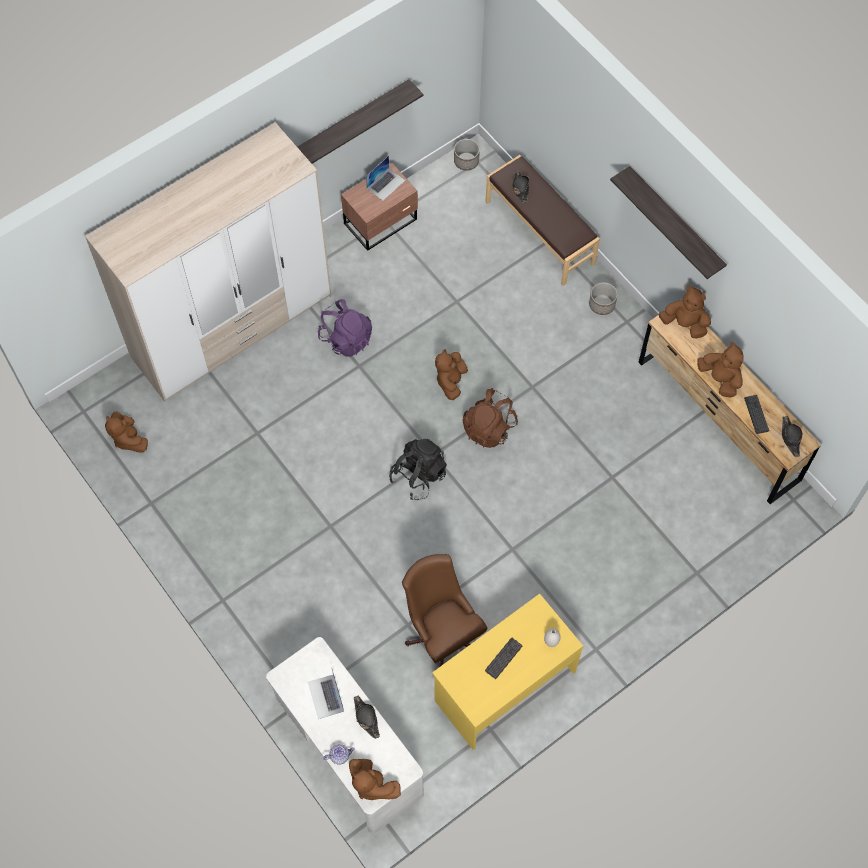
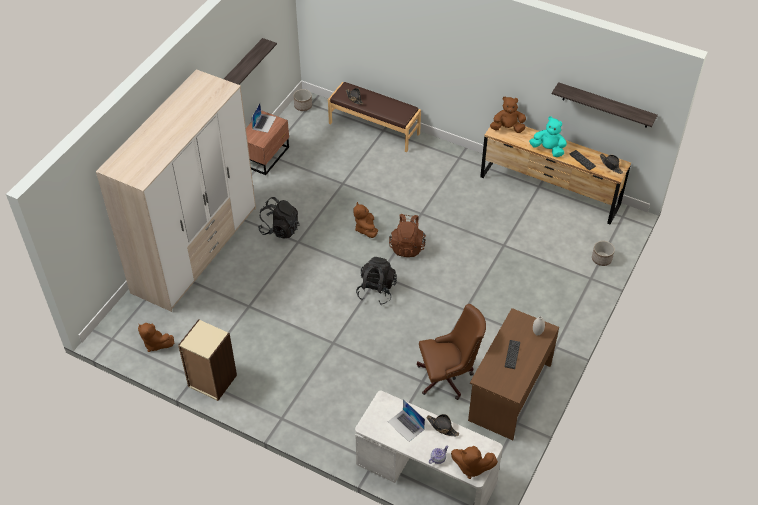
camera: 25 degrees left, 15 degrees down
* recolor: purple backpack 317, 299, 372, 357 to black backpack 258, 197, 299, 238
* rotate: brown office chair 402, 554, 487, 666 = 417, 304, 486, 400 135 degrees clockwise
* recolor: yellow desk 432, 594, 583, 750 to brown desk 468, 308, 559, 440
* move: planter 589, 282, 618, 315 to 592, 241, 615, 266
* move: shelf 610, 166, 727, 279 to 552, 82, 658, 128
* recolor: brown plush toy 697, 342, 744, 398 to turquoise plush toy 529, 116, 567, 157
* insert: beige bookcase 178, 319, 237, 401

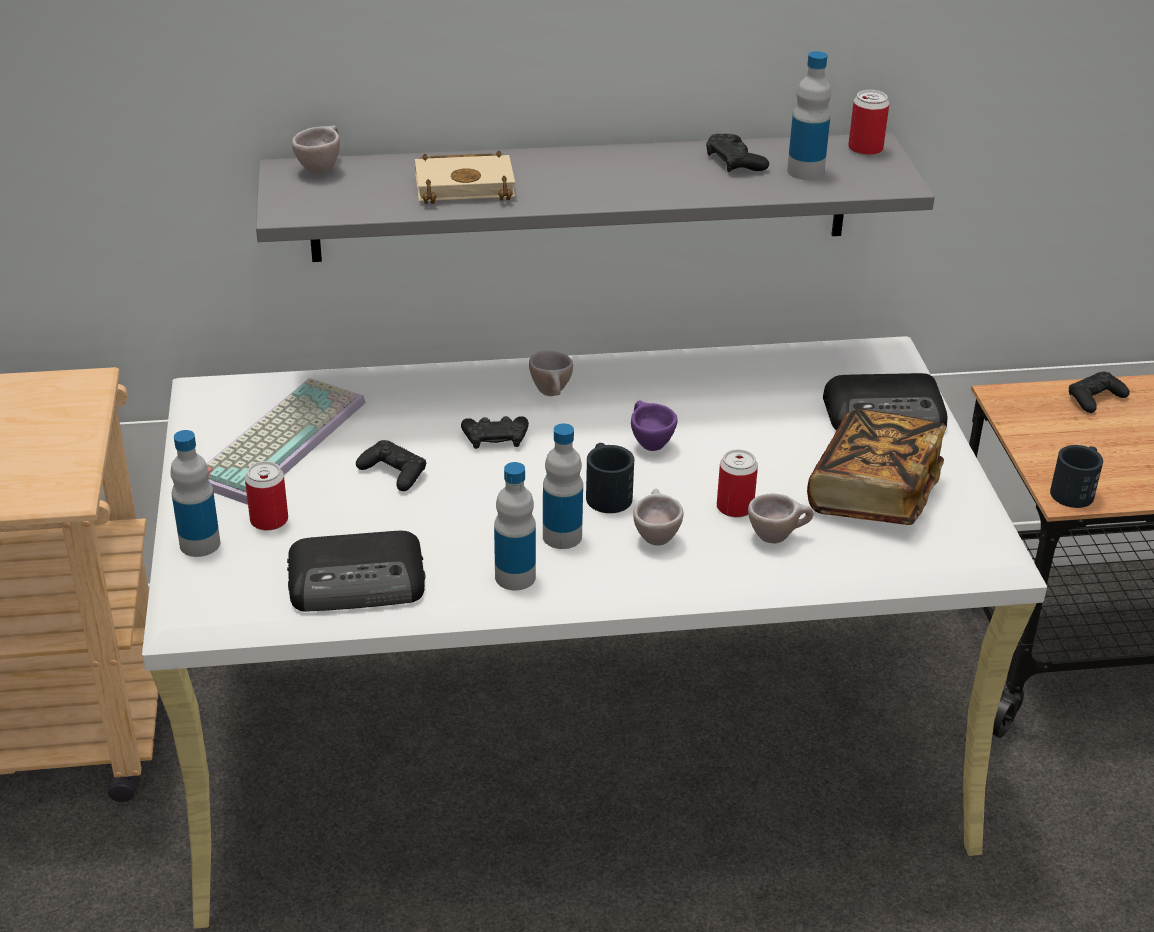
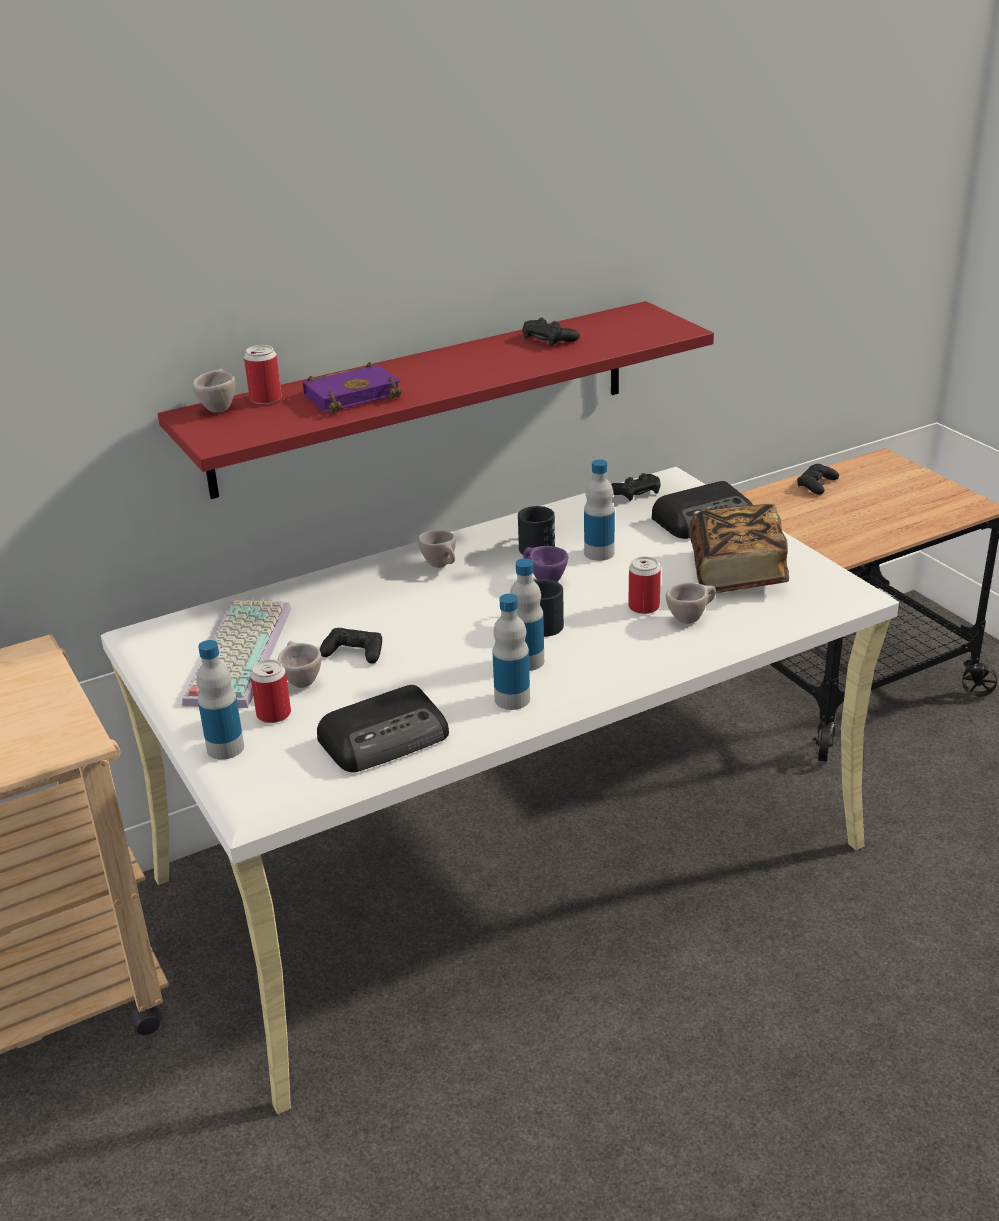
camera: 20 degrees left, 5 degrees down
* recolor: grey shelf 256, 133, 935, 262 to red shelf 158, 301, 714, 499
* recolor: beige book 415, 150, 515, 204 to purple book 302, 362, 402, 413
* move: black game controller 461, 416, 529, 449 to 611, 473, 661, 501
* move: beige cup 633, 489, 684, 546 to 278, 641, 321, 688
* move: bottle 787, 51, 831, 180 to 584, 459, 615, 561
* move: can 848, 90, 889, 156 to 244, 345, 282, 404
* move: black mug 1050, 445, 1103, 508 to 518, 506, 555, 556

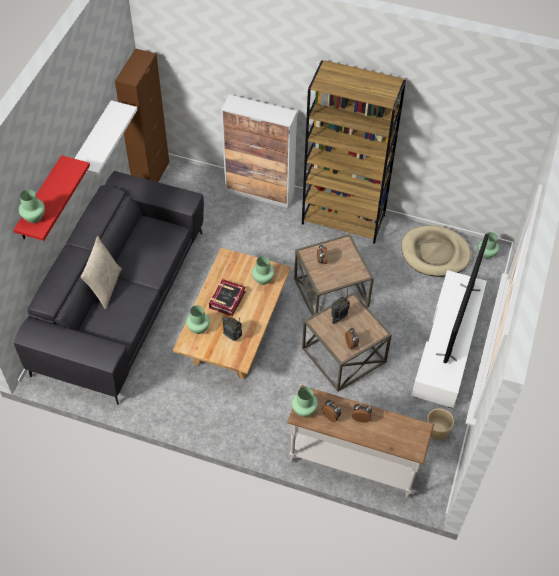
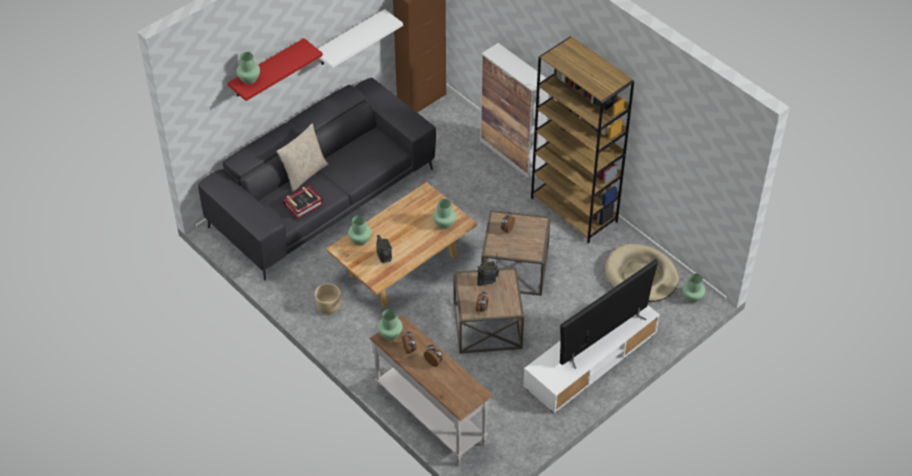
camera: 30 degrees right, 5 degrees down
* move: book 209, 279, 246, 316 to 283, 185, 324, 219
* move: beige planter 427, 409, 454, 440 to 315, 283, 341, 314

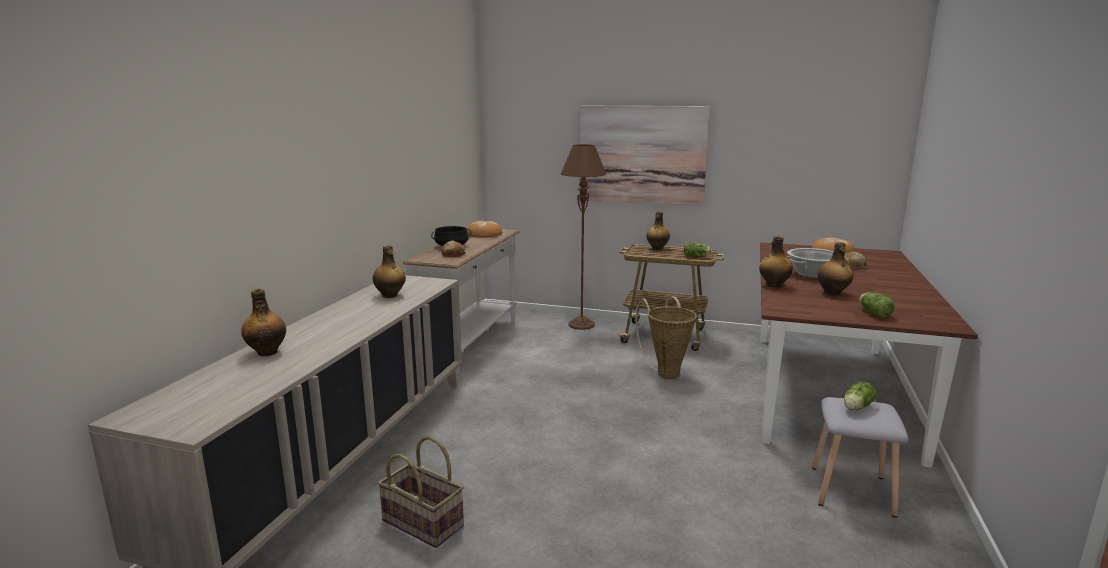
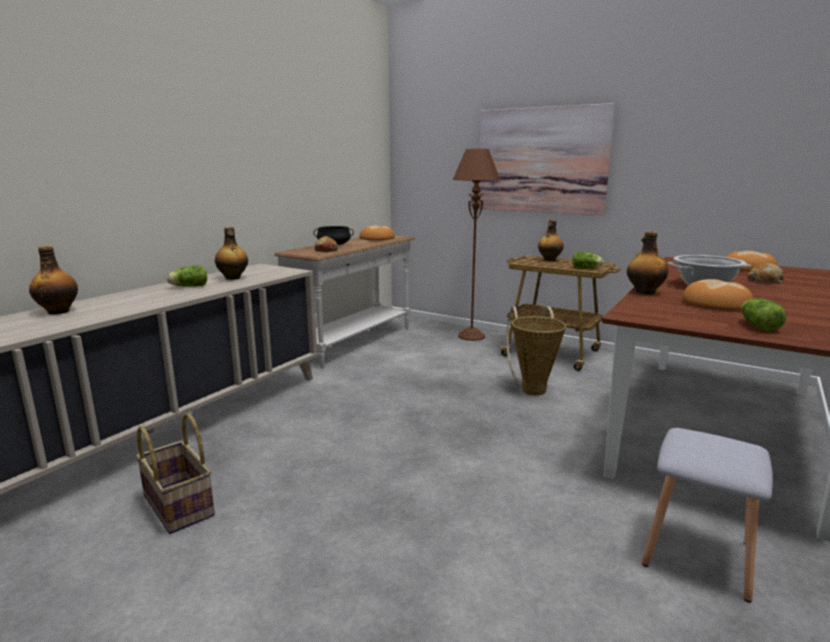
camera: 15 degrees right, 0 degrees up
* replace: bottle 818, 242, 853, 296 to bread 682, 279, 753, 311
* move: lettuce 844, 381, 877, 410 to 167, 265, 207, 287

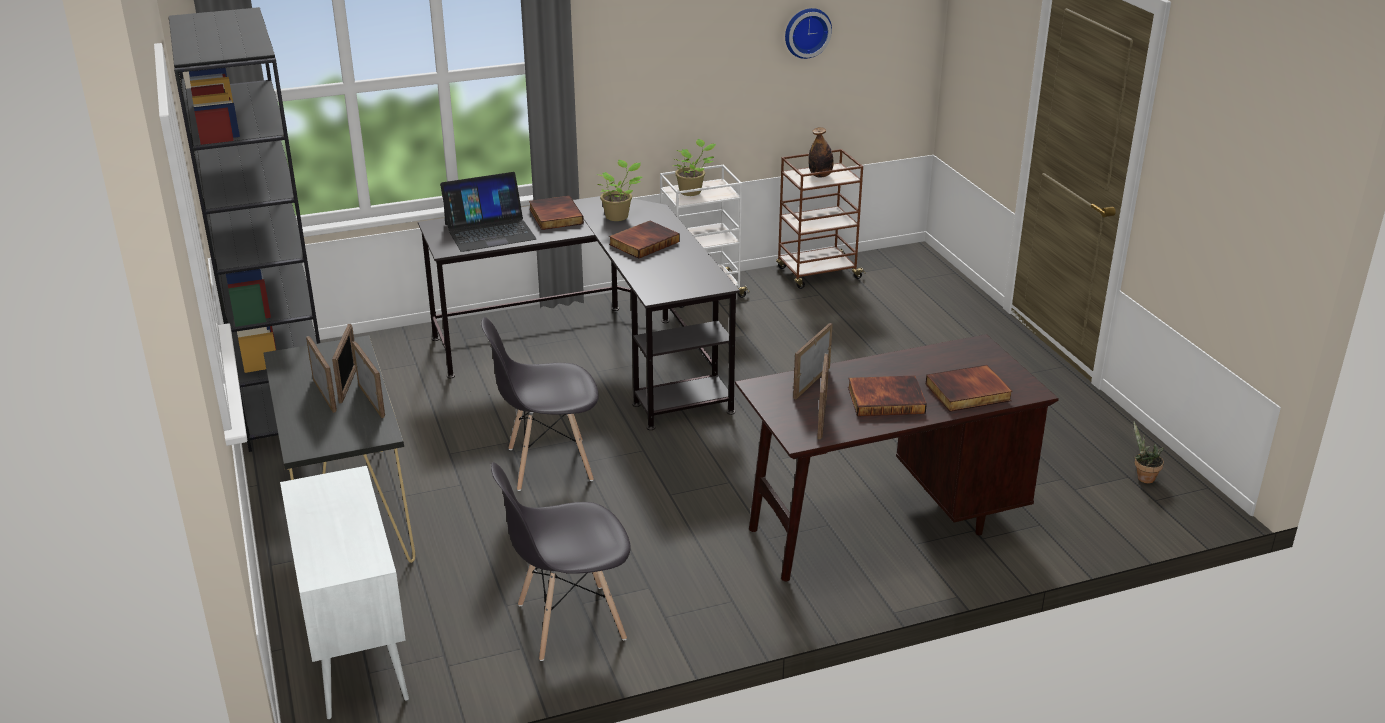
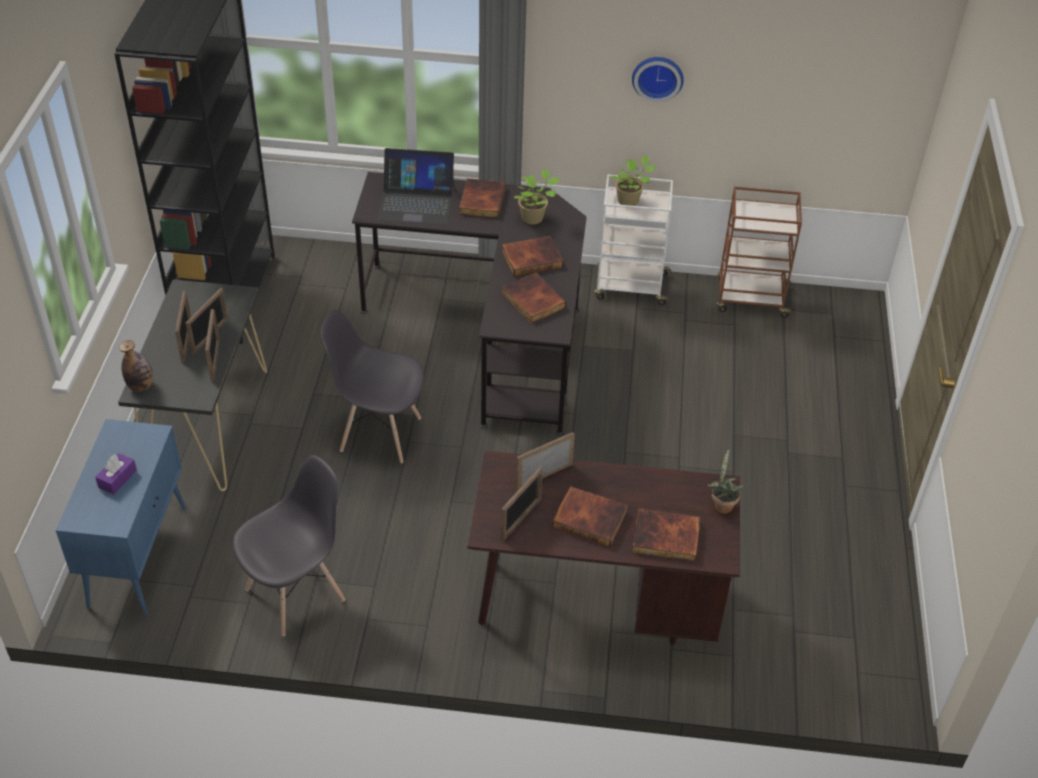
camera: 25 degrees right, 15 degrees up
* recolor: white cabinet 280, 466, 409, 720 to blue cabinet 56, 419, 187, 615
* rotate: grey chair 491, 462, 631, 661 = 233, 455, 345, 636 135 degrees clockwise
* move: wall clock 785, 8, 832, 59 to 632, 57, 684, 102
* move: bottle 808, 127, 834, 178 to 119, 340, 153, 392
* move: potted plant 1133, 421, 1164, 484 to 707, 449, 743, 514
* insert: purple tissue box 95, 453, 137, 495
* insert: book 501, 272, 566, 324

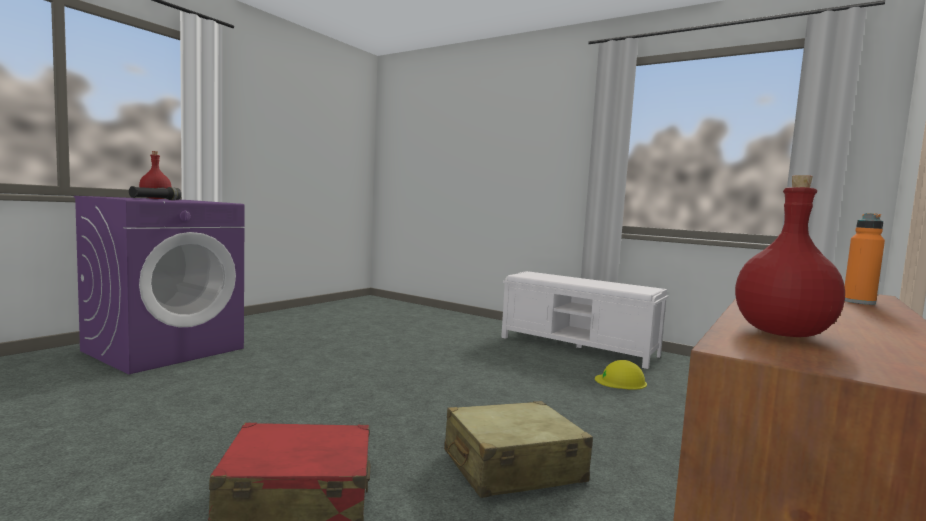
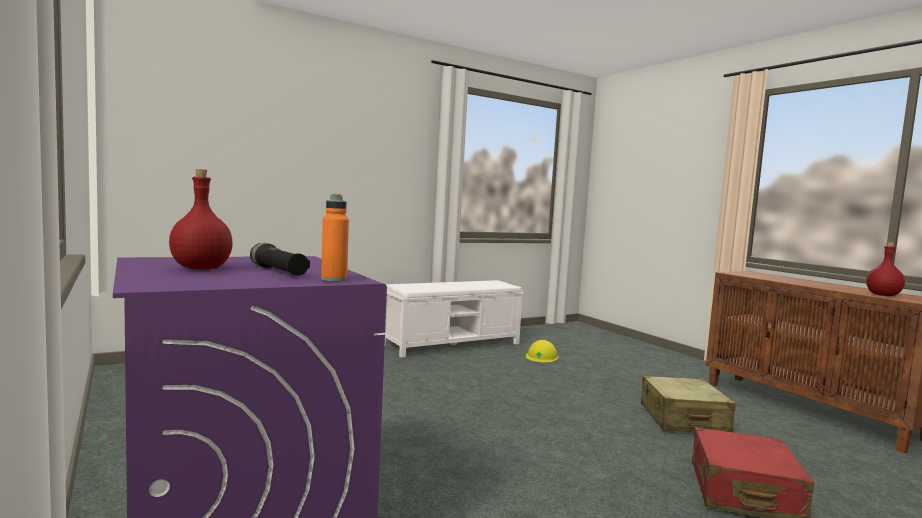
camera: 65 degrees left, 0 degrees up
* move: orange bottle 845, 213, 885, 305 to 321, 194, 349, 282

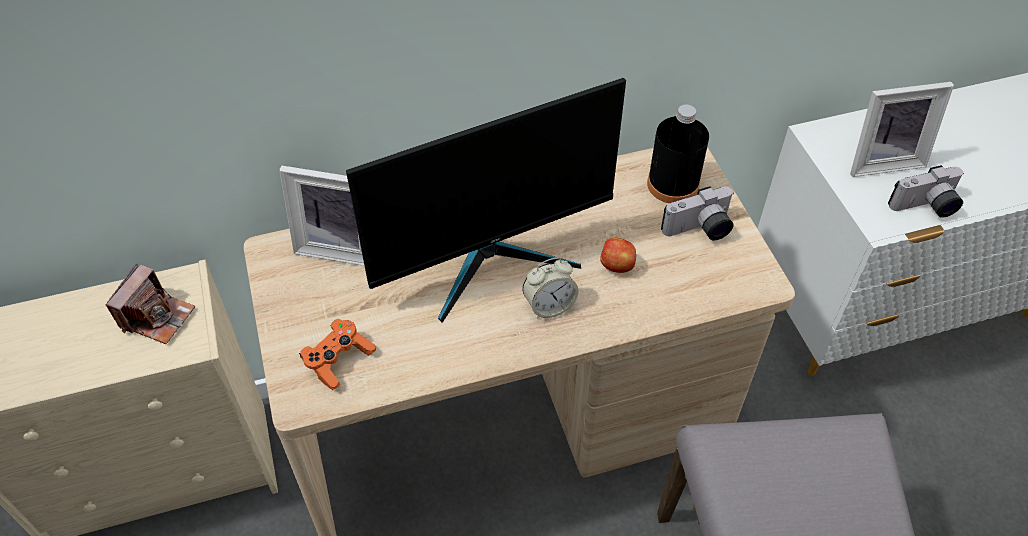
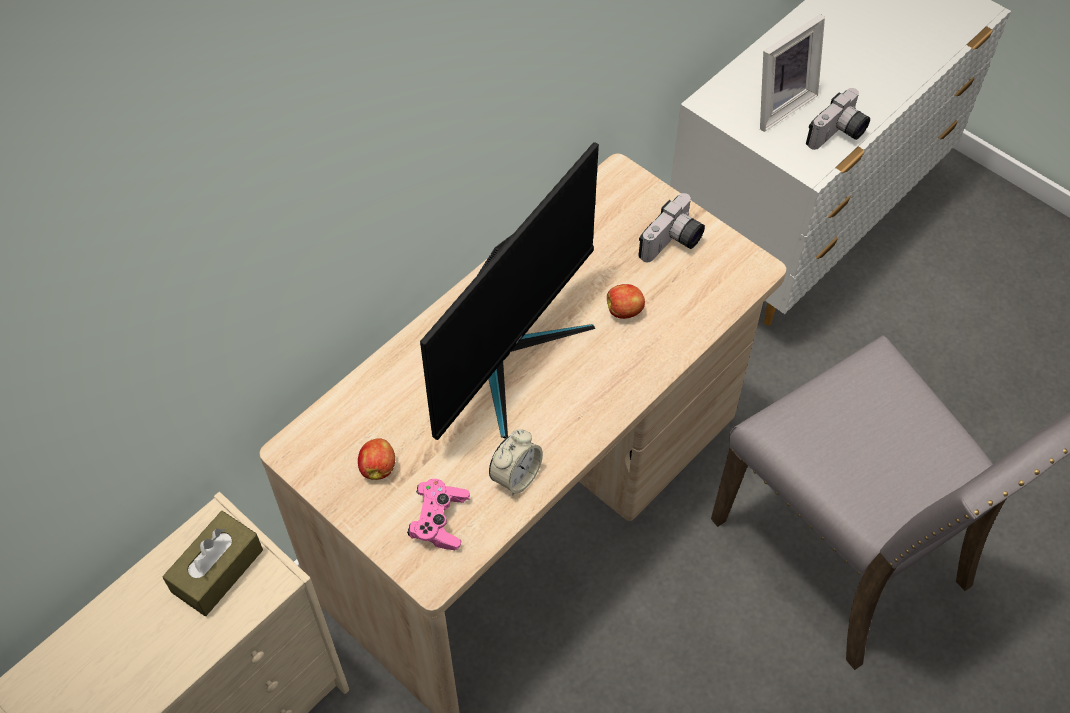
camera: 30 degrees left, 5 degrees up
* replace: photo camera 106, 264, 195, 344 to brown tissue box 163, 511, 263, 616
* delete: picture frame 279, 166, 364, 266
* recolor: orange game controller 299, 319, 376, 390 to pink game controller 407, 479, 470, 550
* move: alarm clock 522, 257, 579, 319 to 489, 429, 543, 495
* delete: black bottle 647, 105, 709, 203
* insert: apple 358, 438, 395, 480

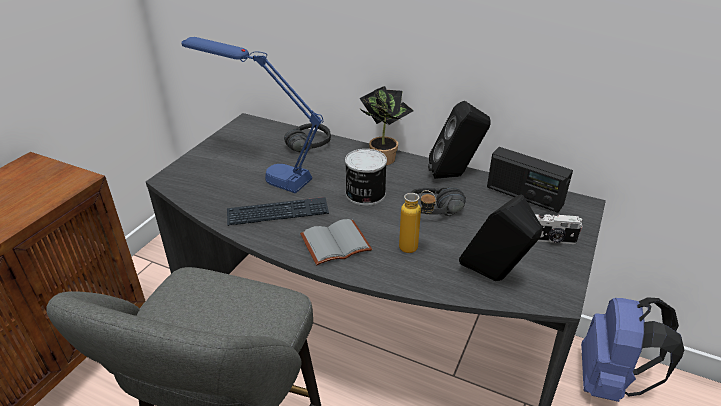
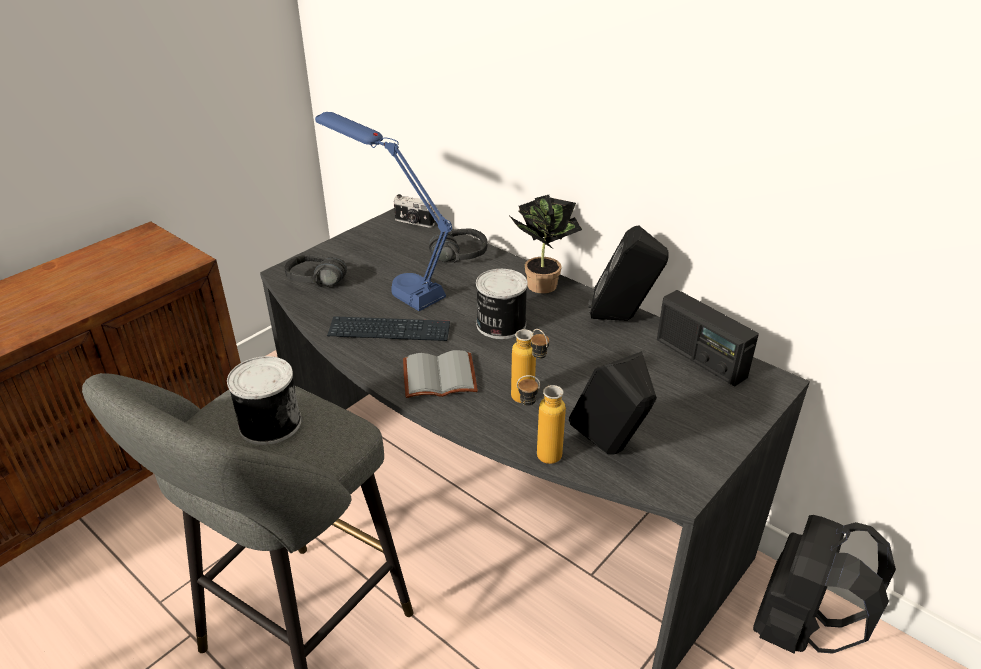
camera: 15 degrees right, 0 degrees up
* move: black headphones 411, 187, 466, 216 to 284, 255, 347, 288
* move: photo camera 535, 214, 583, 244 to 394, 194, 435, 228
* recolor: blue backpack 581, 297, 684, 402 to black backpack 753, 515, 896, 654
* insert: can 227, 356, 302, 445
* insert: bottle 517, 375, 566, 464

